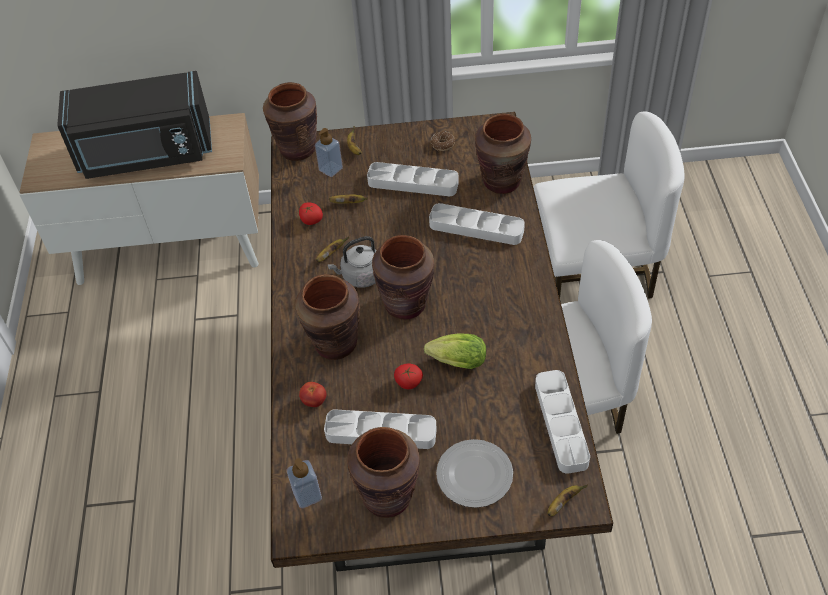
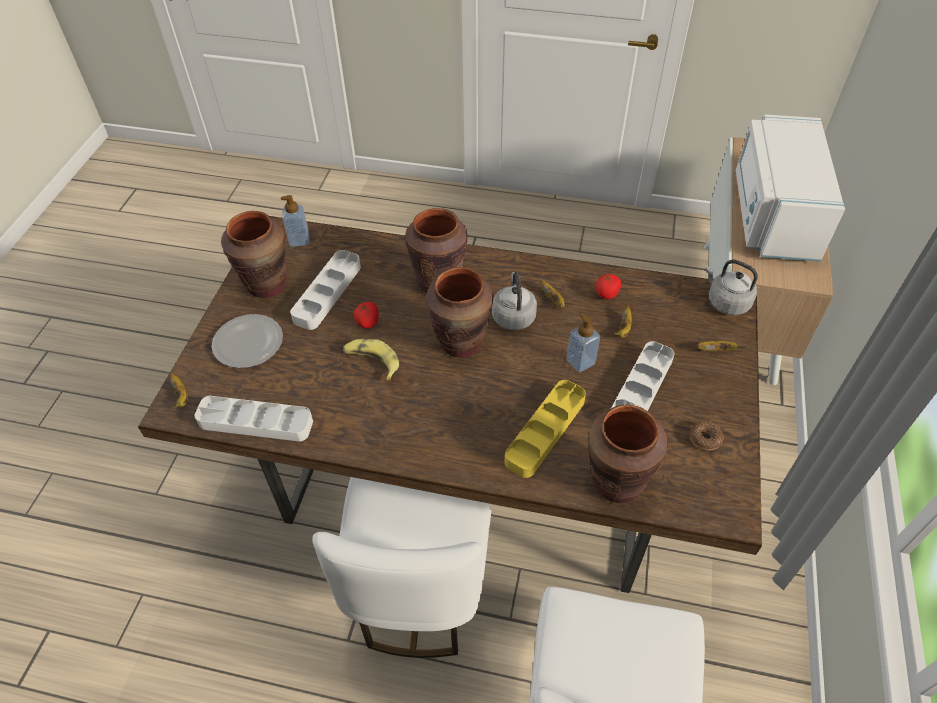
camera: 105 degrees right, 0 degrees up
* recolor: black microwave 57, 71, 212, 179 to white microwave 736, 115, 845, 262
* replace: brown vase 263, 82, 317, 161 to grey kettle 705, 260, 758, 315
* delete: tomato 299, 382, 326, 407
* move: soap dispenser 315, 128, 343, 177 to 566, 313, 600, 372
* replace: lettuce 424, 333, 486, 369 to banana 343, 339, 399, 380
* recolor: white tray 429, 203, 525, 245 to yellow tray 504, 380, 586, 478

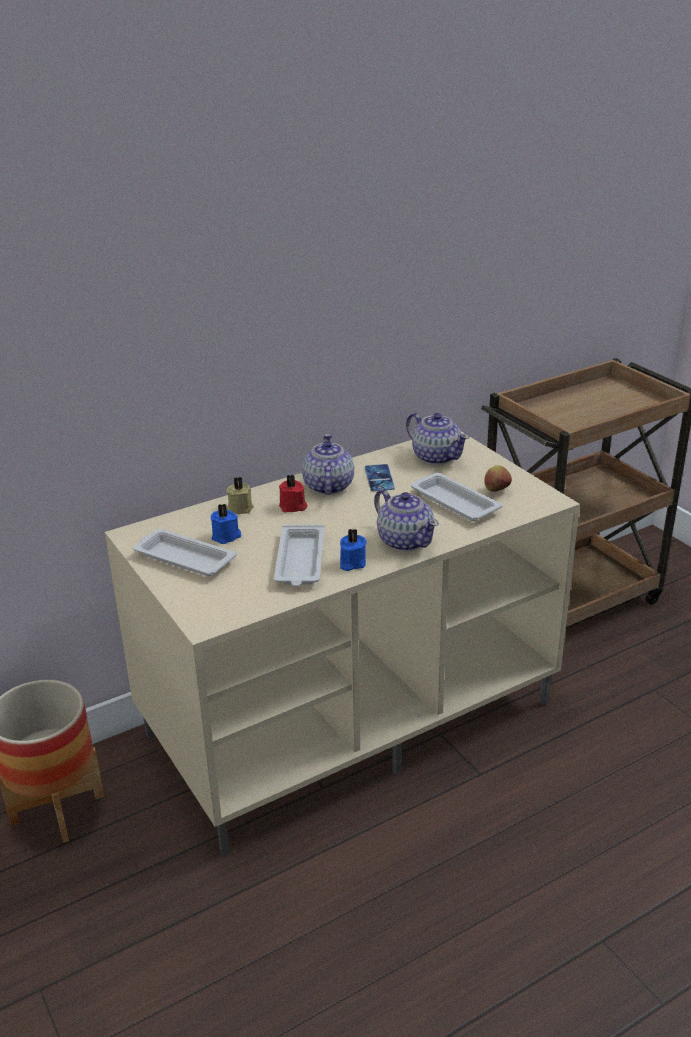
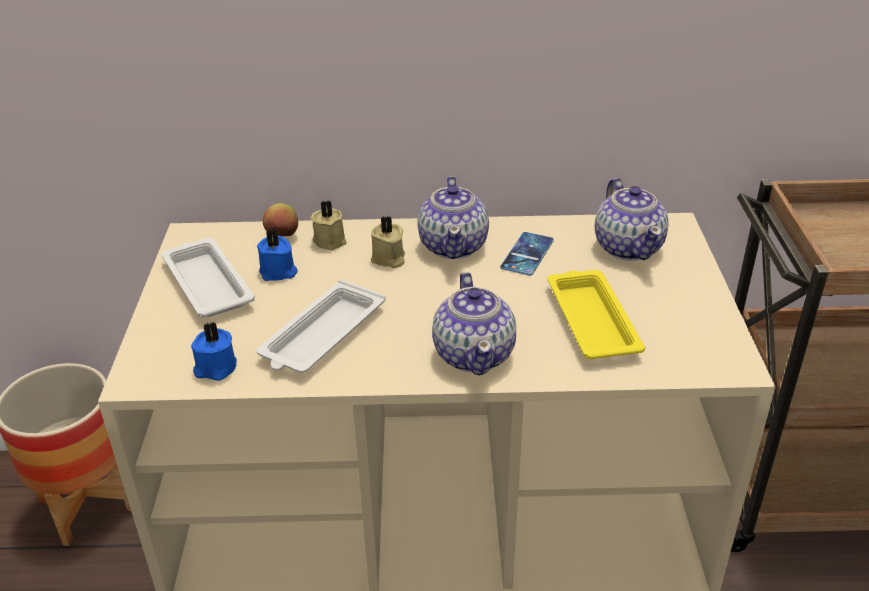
camera: 30 degrees right, 5 degrees up
* recolor: red candle 279, 474, 307, 512 to beige candle 371, 216, 405, 268
* rotate: teapot 302, 434, 354, 495 = 417, 176, 489, 259 150 degrees clockwise
* move: blue candle 340, 529, 367, 571 to 191, 322, 237, 381
* recolor: white tray 411, 473, 503, 521 to yellow tray 547, 270, 645, 359
* move: apple 484, 465, 512, 492 to 263, 203, 298, 236

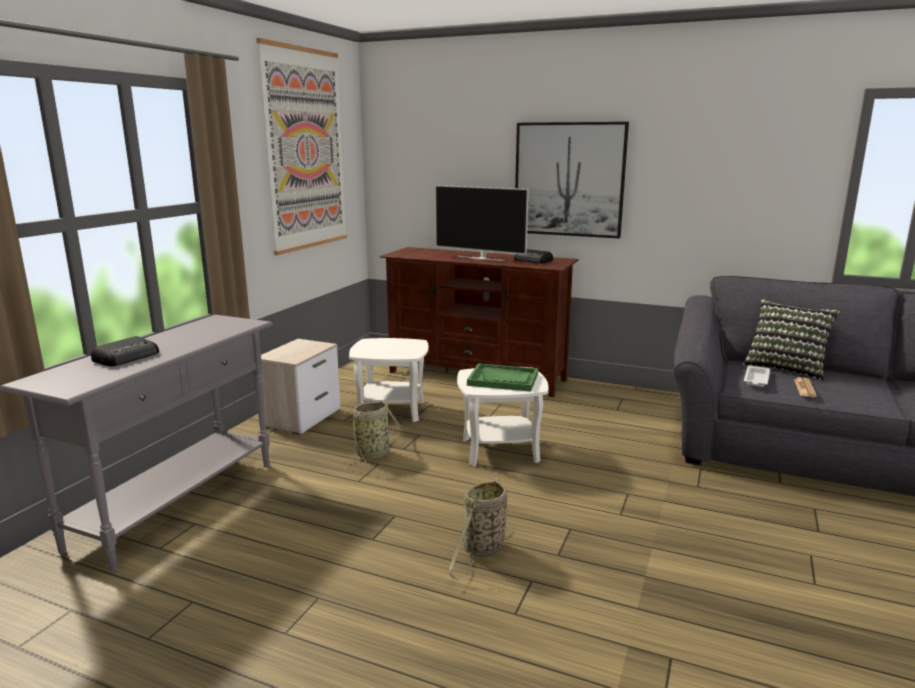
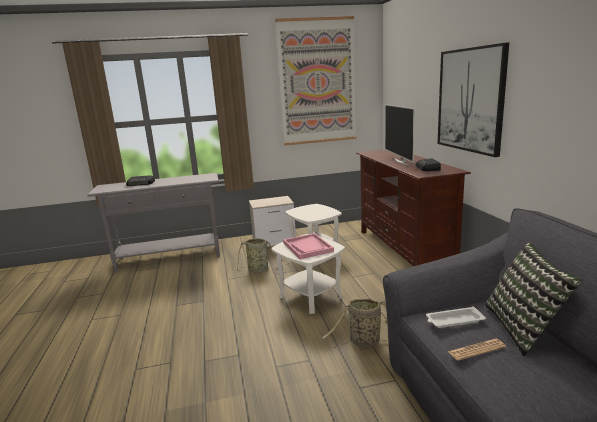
camera: 55 degrees right, 0 degrees up
* move: basket 448, 478, 509, 580 to 320, 299, 388, 348
* recolor: green tray 467, 363, 538, 392 to pink tray 283, 233, 334, 259

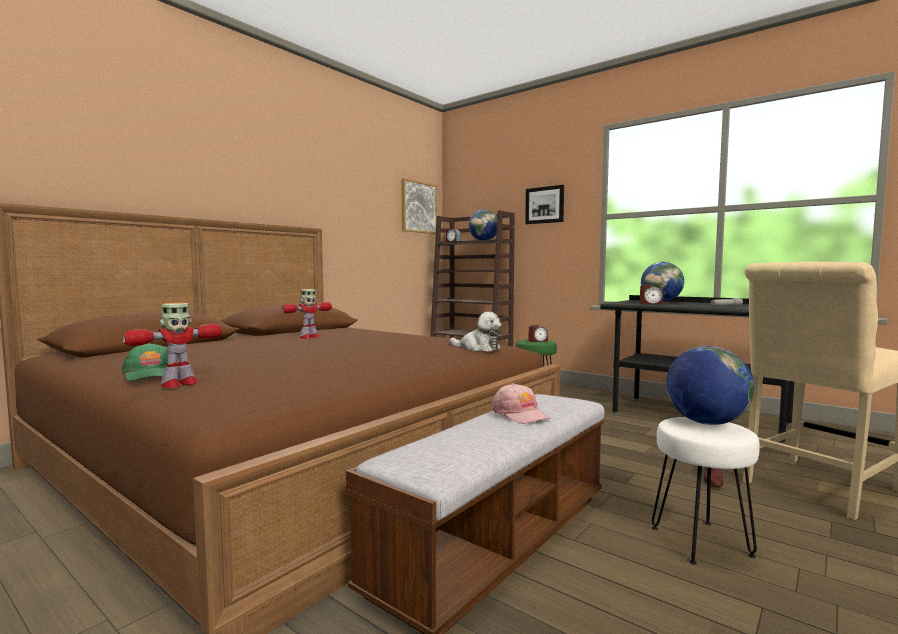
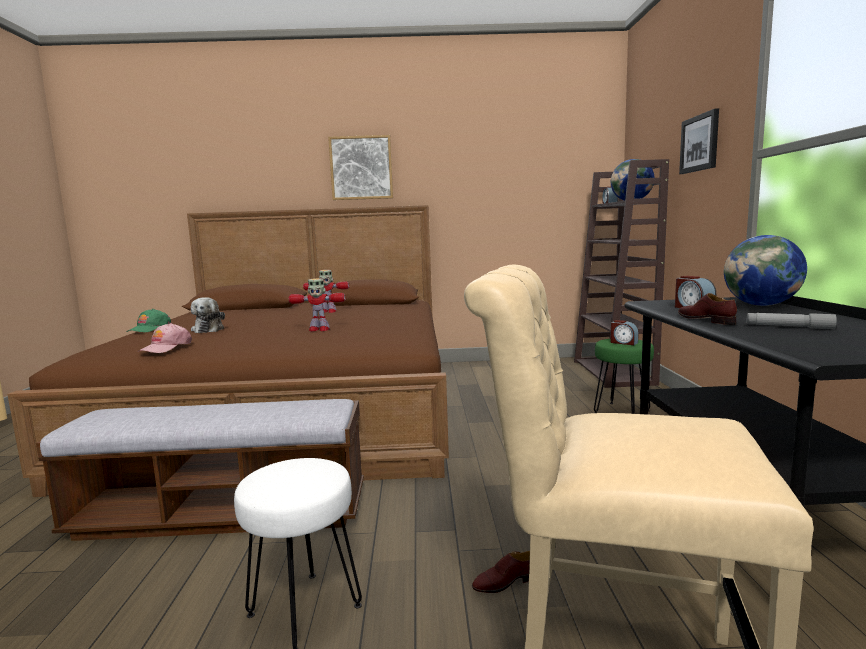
camera: 50 degrees right, 5 degrees up
* move: toy robot 122, 303, 222, 388 to 288, 278, 345, 331
* move: picture 401, 178, 438, 234 to 328, 135, 393, 200
* move: plush toy 450, 312, 502, 351 to 191, 297, 225, 333
* move: pink cap 491, 383, 551, 424 to 138, 323, 192, 353
* delete: globe 666, 346, 754, 425
* insert: brown shoe 678, 293, 737, 325

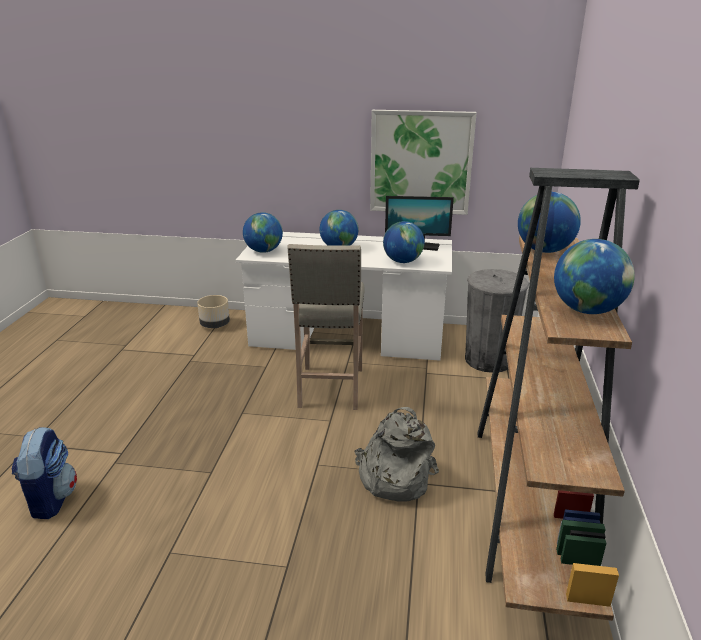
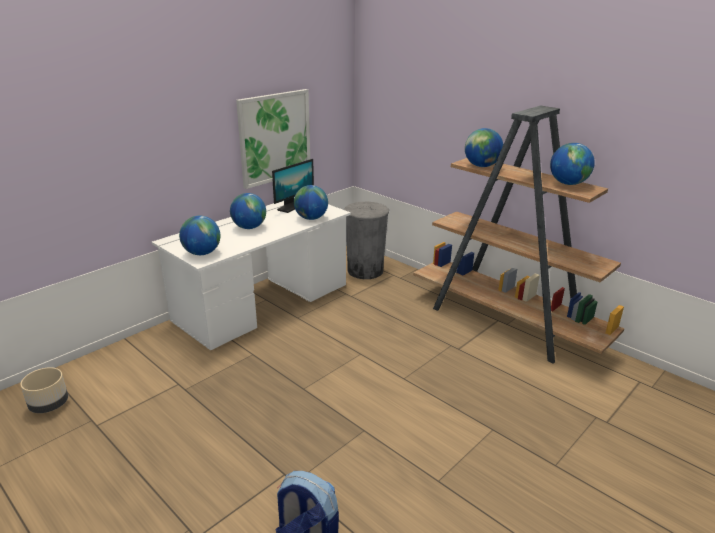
camera: 55 degrees left, 0 degrees up
* move: beige planter 197, 295, 230, 328 to 20, 367, 68, 413
* delete: beige stool 288, 244, 365, 410
* delete: grey backpack 354, 407, 439, 501

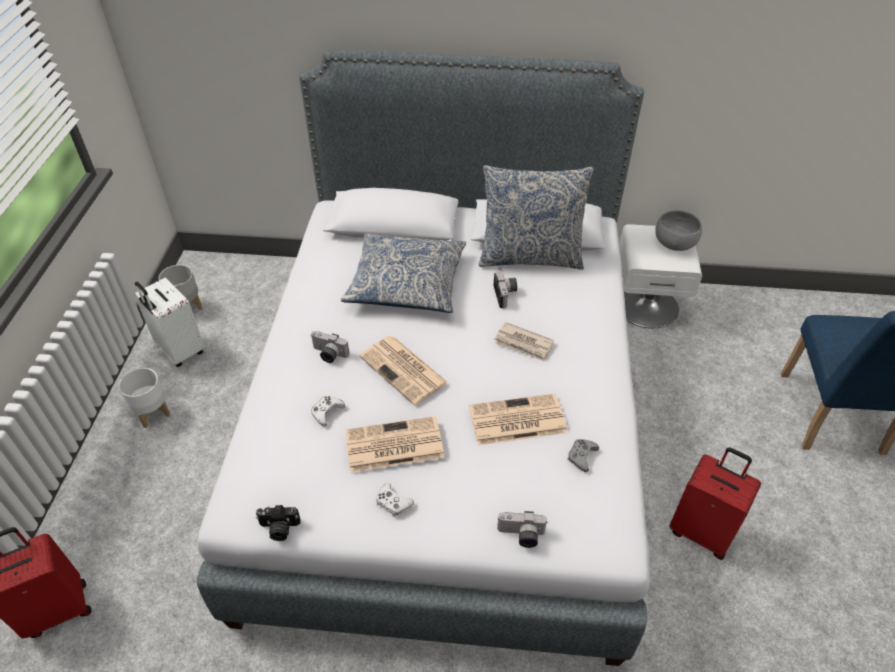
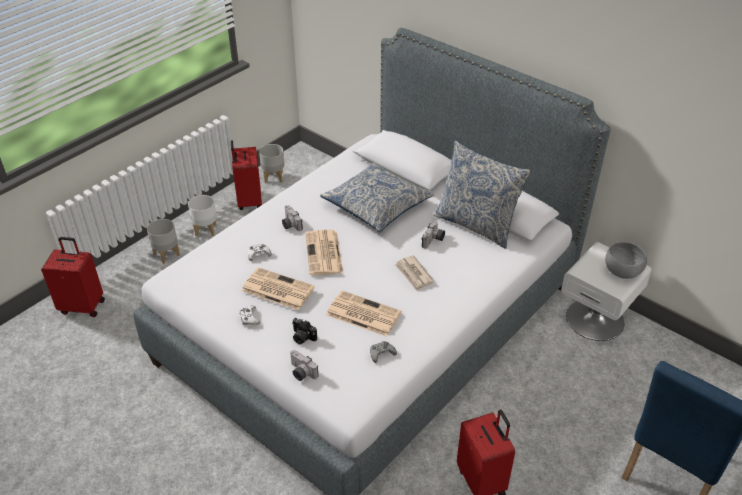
camera: 35 degrees right, 5 degrees down
* recolor: white suitcase 134, 278, 205, 367 to red suitcase 231, 140, 262, 210
* move: photo camera 256, 505, 301, 541 to 292, 318, 317, 344
* insert: grey planter 147, 219, 180, 264

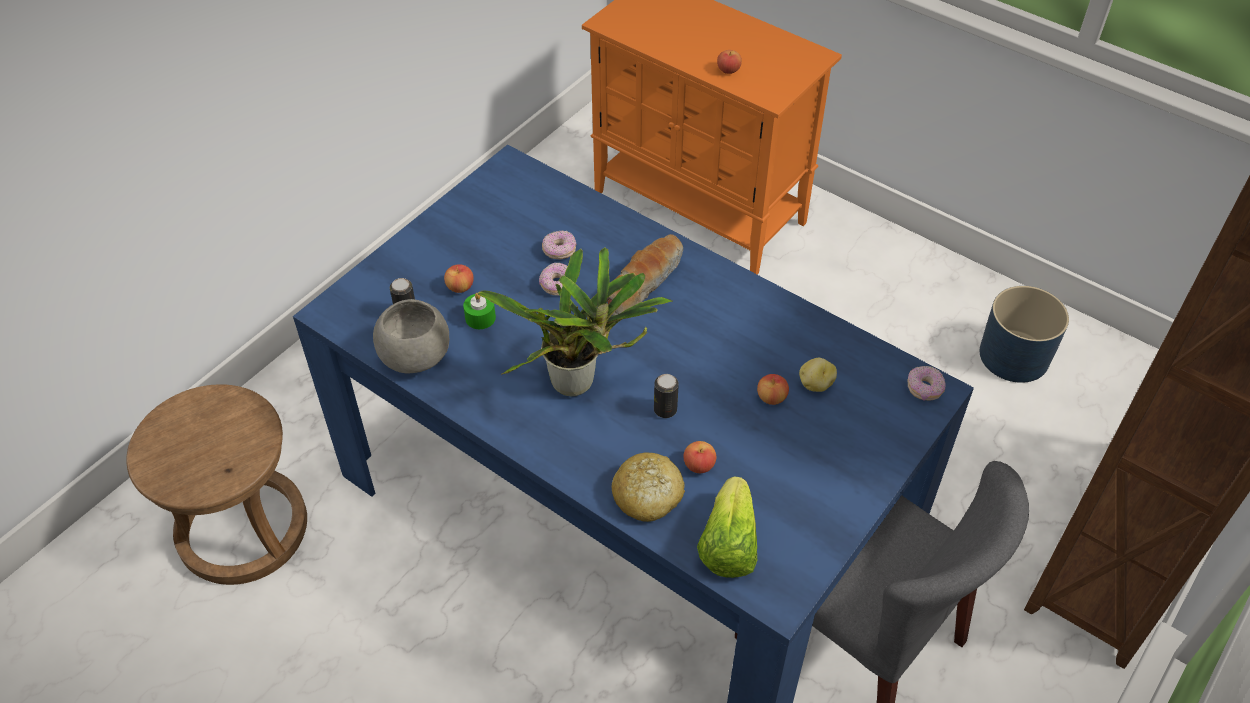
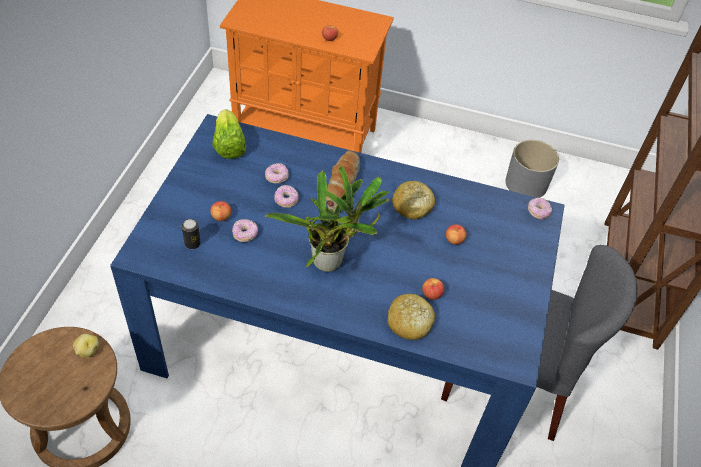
camera: 25 degrees left, 0 degrees up
* delete: grey bowl 373, 299, 449, 373
* replace: green candle 463, 293, 496, 329 to donut 232, 219, 258, 242
* delete: can 654, 374, 679, 418
* move: lettuce 697, 476, 757, 578 to 212, 109, 246, 159
* move: potato 799, 358, 837, 392 to 73, 334, 99, 357
* recolor: blue planter 980, 286, 1069, 383 to grey planter 505, 140, 559, 198
* insert: bread 392, 181, 436, 220

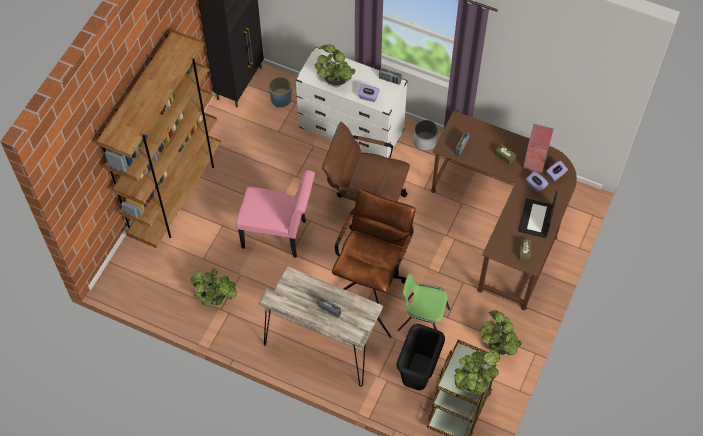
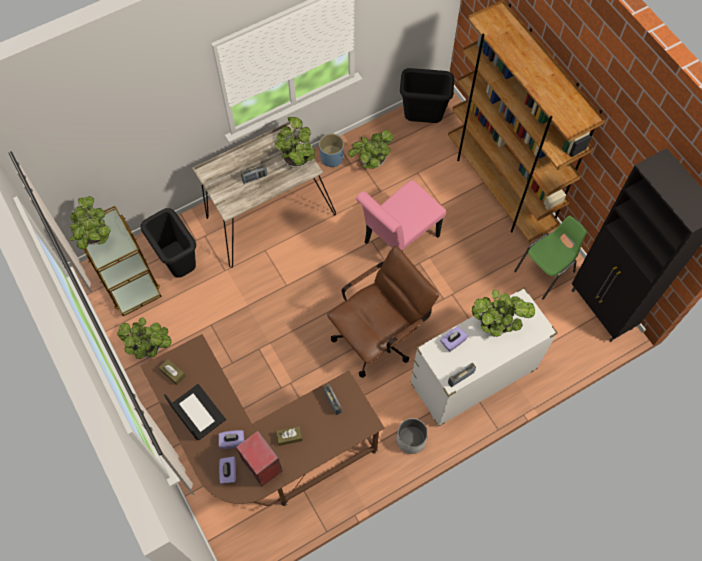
camera: 125 degrees right, 5 degrees up
* move: blue planter 269, 77, 292, 108 to 319, 133, 344, 167
* delete: brown office chair 332, 189, 415, 311
* move: green chair 398, 273, 450, 331 to 514, 216, 587, 300
* insert: potted plant 275, 117, 315, 168
* insert: black trash can 400, 68, 454, 123

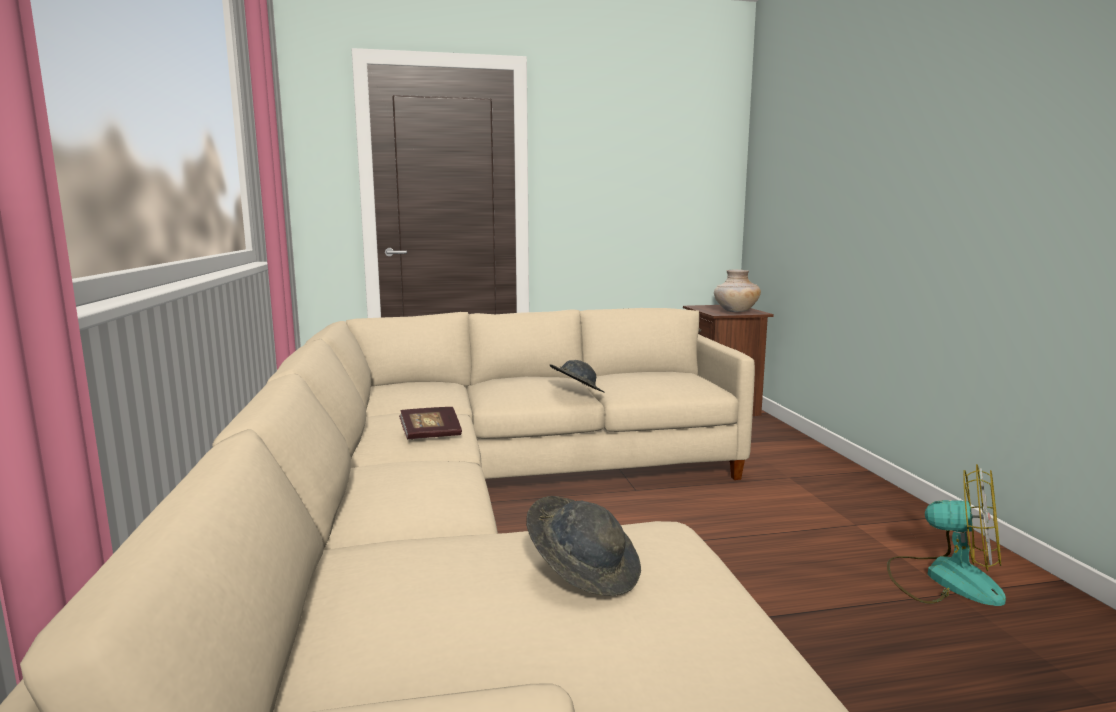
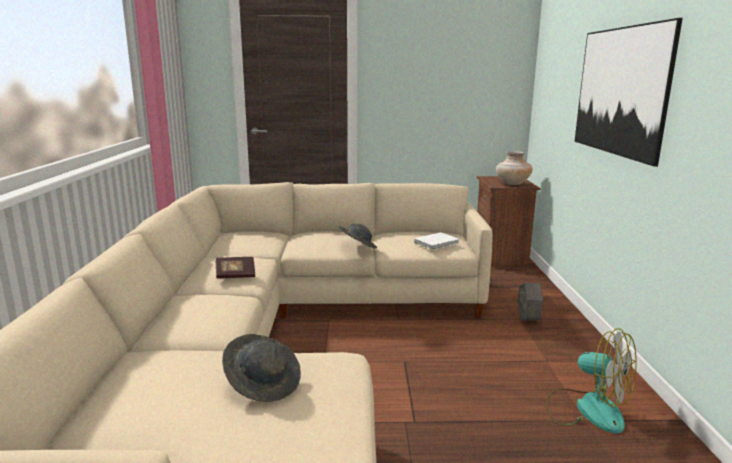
camera: 10 degrees right, 5 degrees up
* insert: white book 414, 232, 460, 250
* insert: grey planter 518, 283, 543, 321
* insert: picture 574, 18, 683, 167

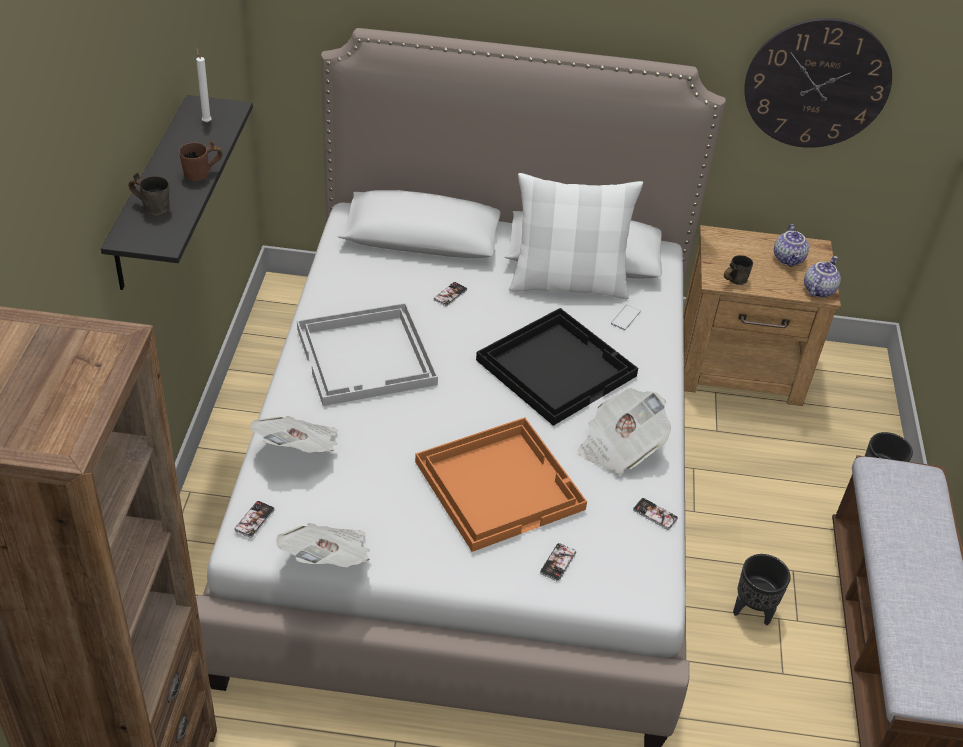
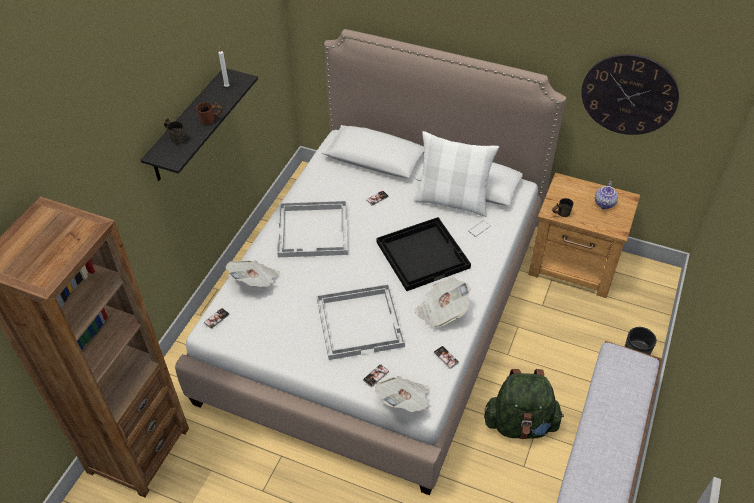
camera: 20 degrees right, 5 degrees up
* move: newspaper 276, 523, 370, 567 to 375, 376, 430, 412
* recolor: orange tray 415, 417, 587, 552 to white tray 317, 284, 405, 360
* replace: black planter 733, 554, 791, 625 to green backpack 484, 369, 564, 439
* delete: teapot 804, 256, 841, 297

